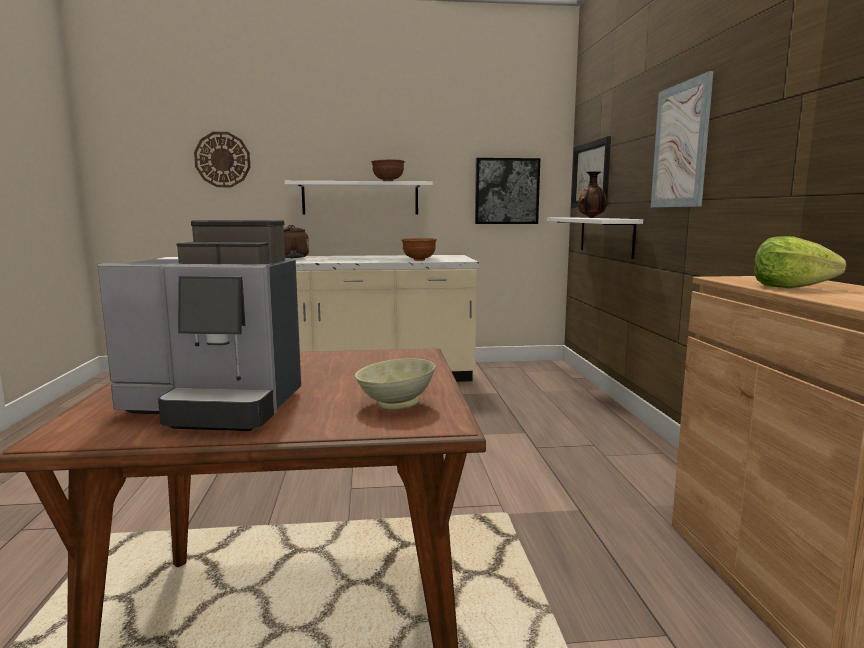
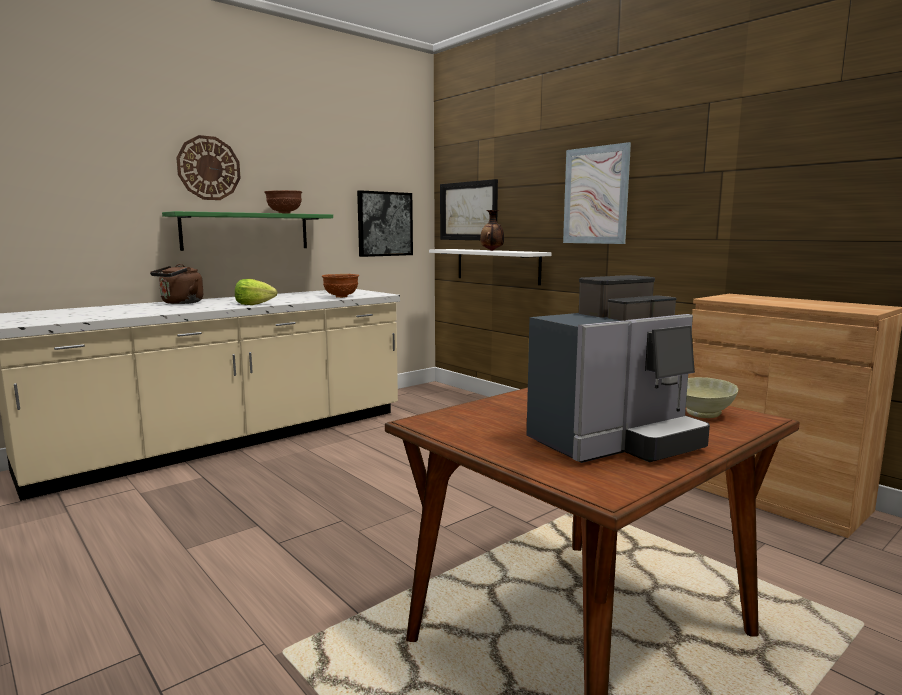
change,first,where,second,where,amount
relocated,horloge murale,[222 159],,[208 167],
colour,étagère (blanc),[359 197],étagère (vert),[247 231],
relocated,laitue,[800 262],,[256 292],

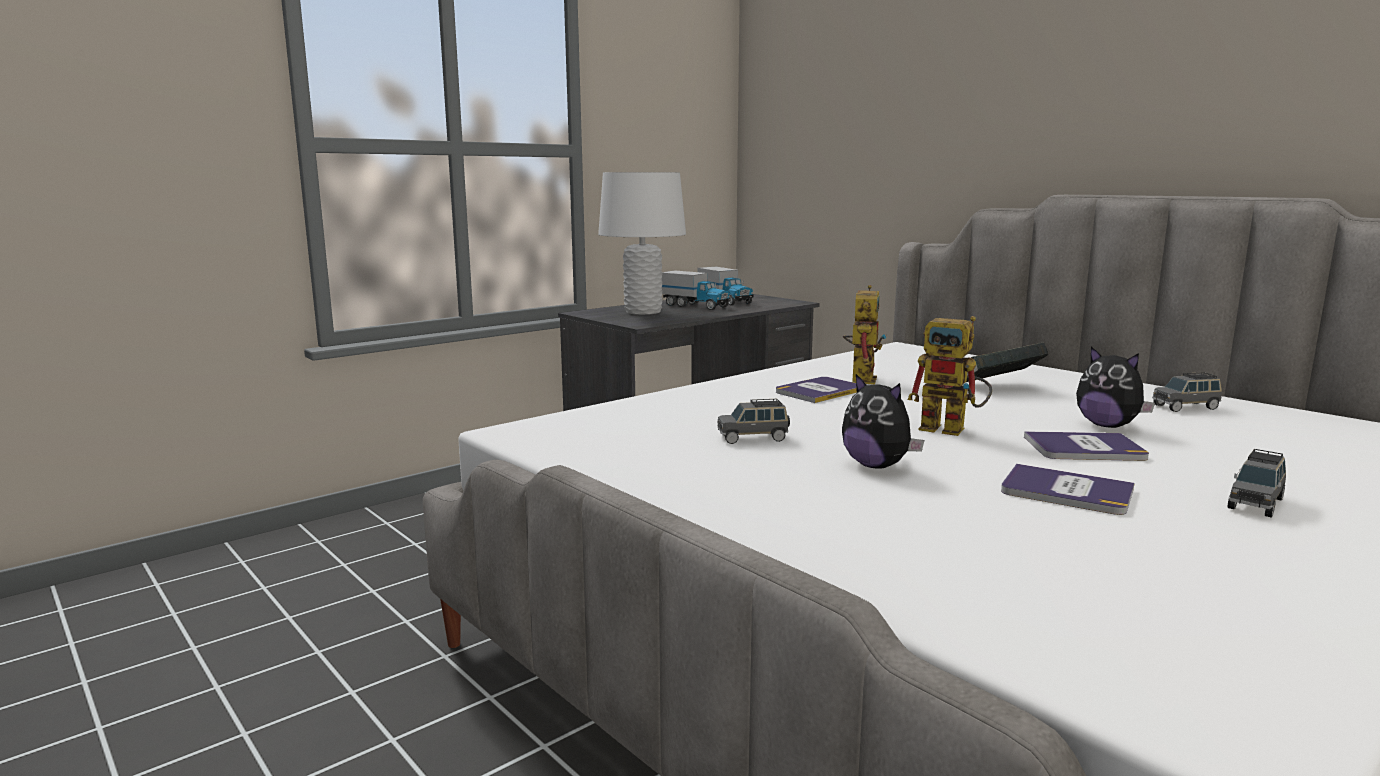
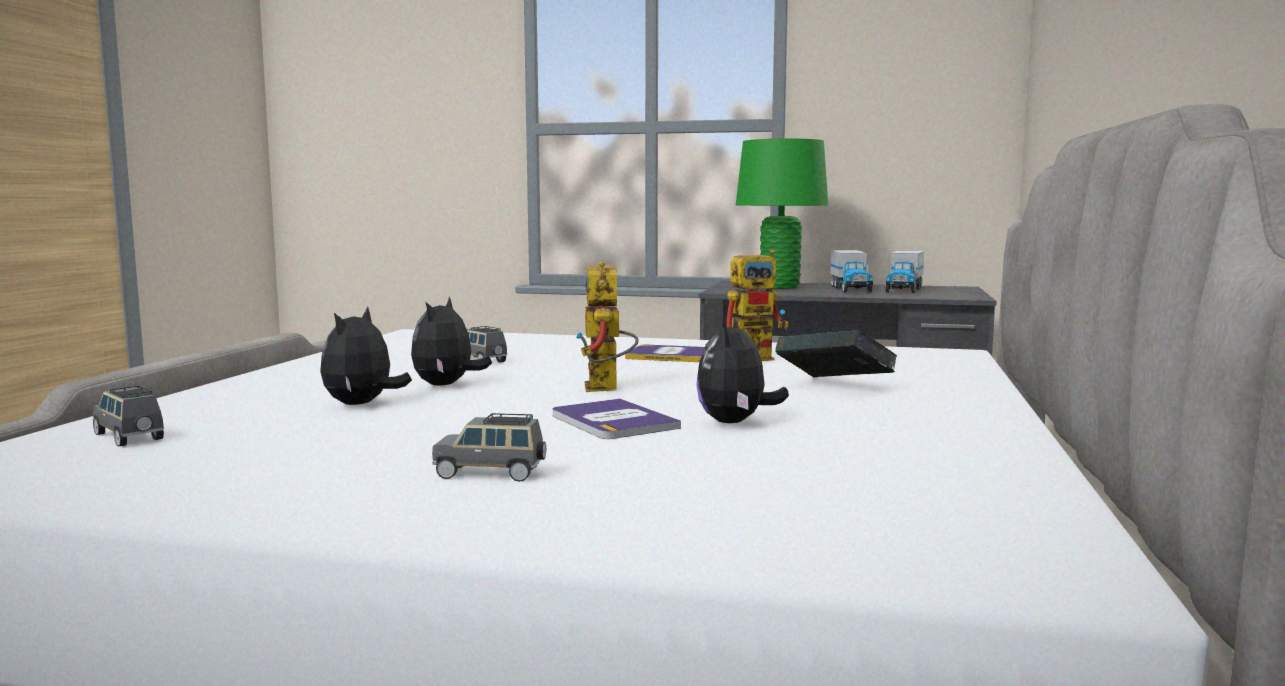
change,first,where,second,where,amount
colour,lampe de table (blanc),[642 243],lampe de table (vert),[782 214],
missing,livre,[1067 489],,,
relocated,petite voiture (gris),[1187 392],,[128 416],
appeared,,,peluche,[366 355],

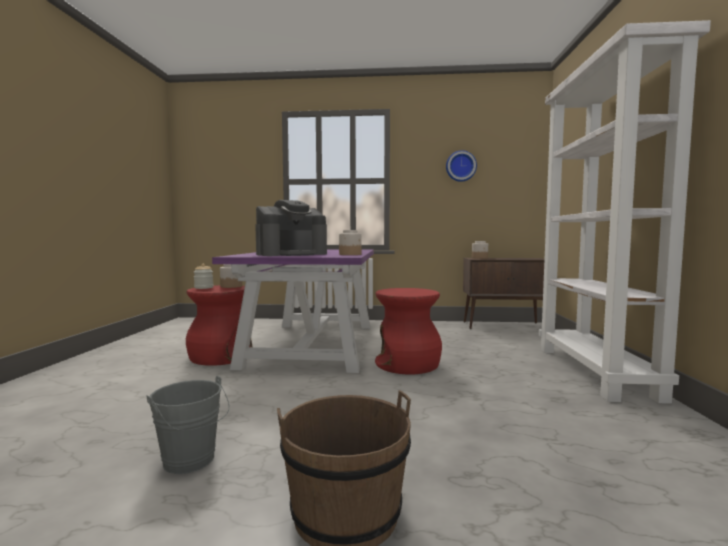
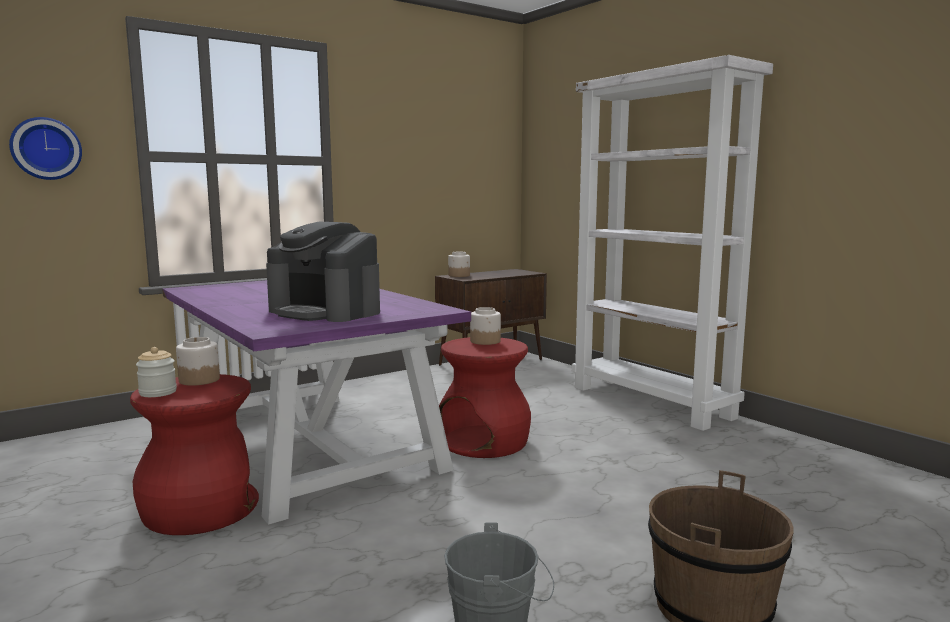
change,first,where,second,where,amount
spun,machine à café,[291 228],,[323 271],105 degrees clockwise
relocated,bocal,[350 242],,[485 326],
relocated,horloge murale,[461 166],,[45 148],

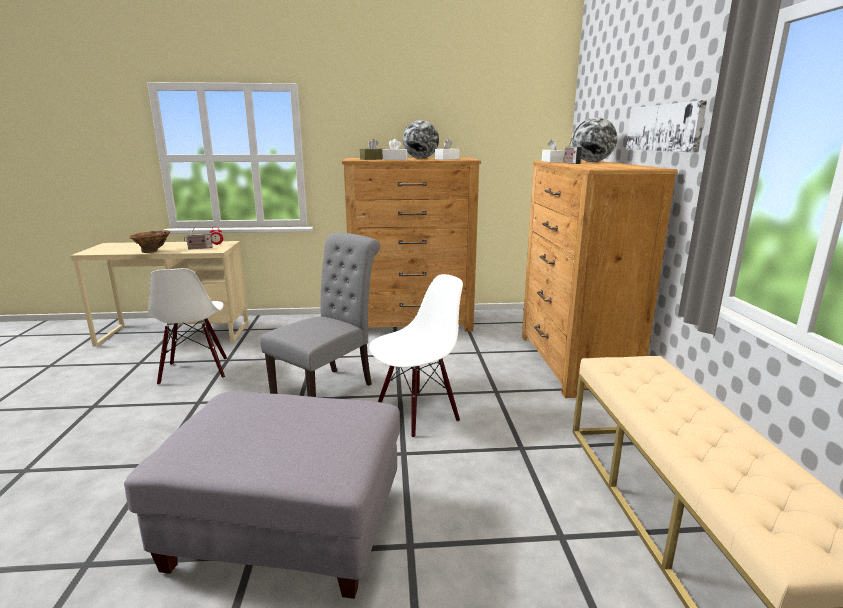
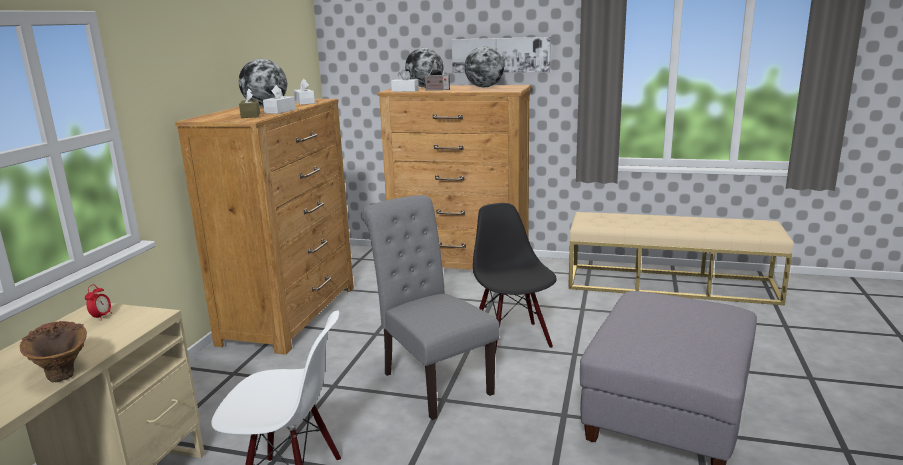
change,first,where,second,where,amount
missing,radio,[198 239],,,
colour,chaise (blanc),[416 356],chaise (noir),[515 279],
appeared,,,globe,[484 66],

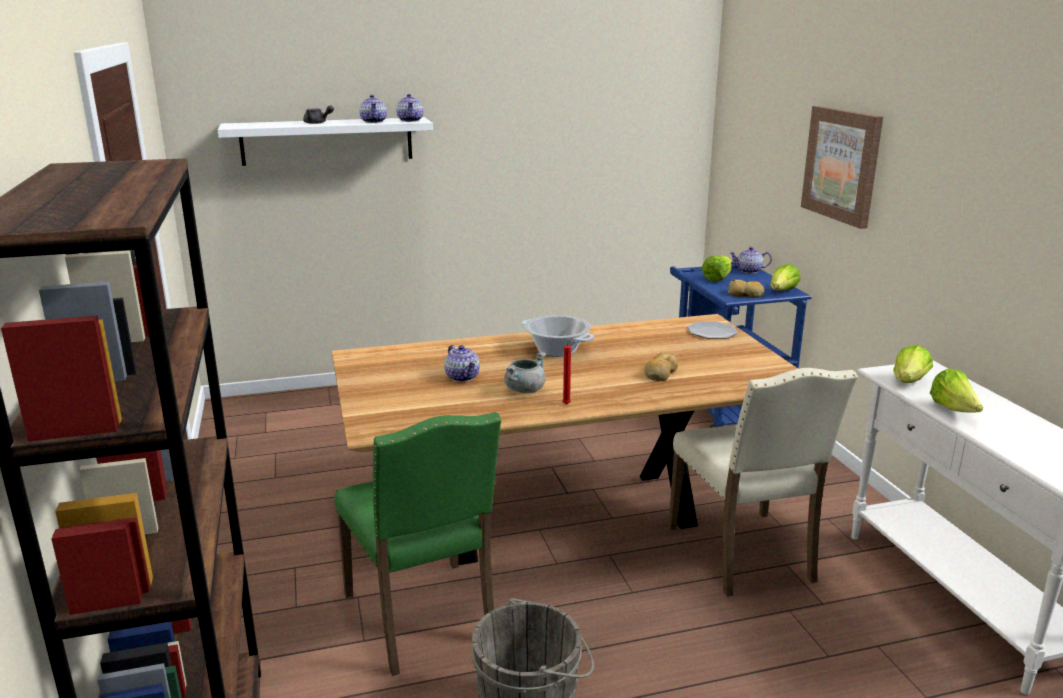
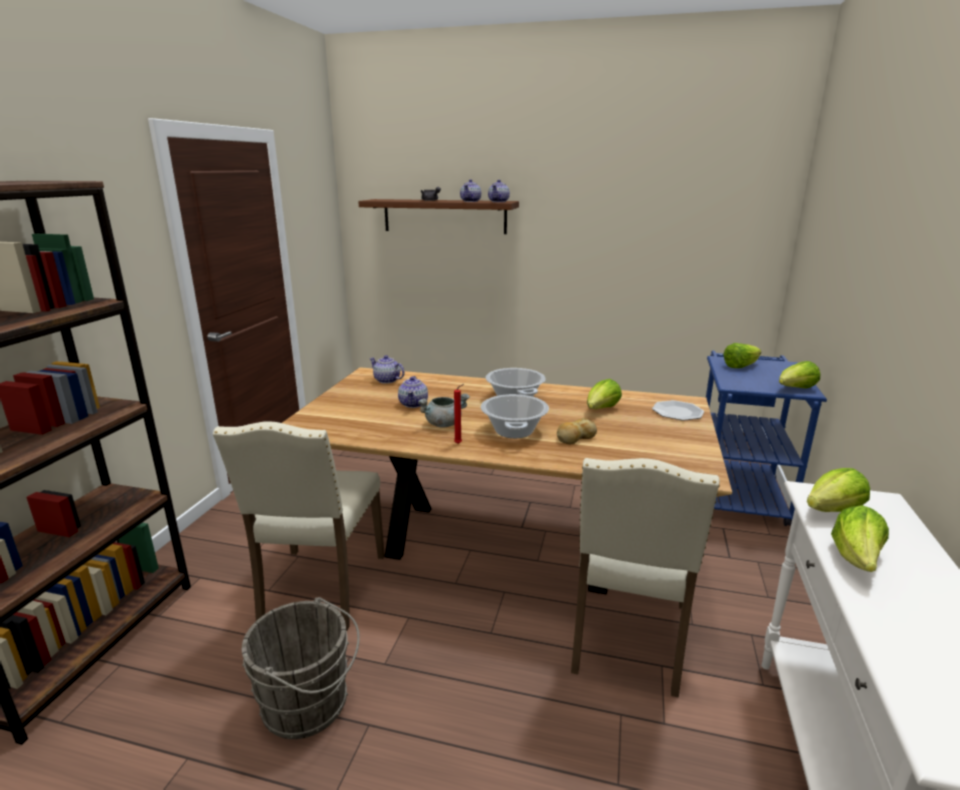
change,first,where,second,where,amount
colour,étagère (blanc),[325 141],étagère (marron),[438 216],
colour,chaise (vert),[417 544],chaise (beige),[299 526],
missing,pain,[746 288],,,
relocated,théière,[750 260],,[387 369],
missing,tableau,[842 167],,,
appeared,,,marmite,[515 416],
appeared,,,laitue,[604 394],

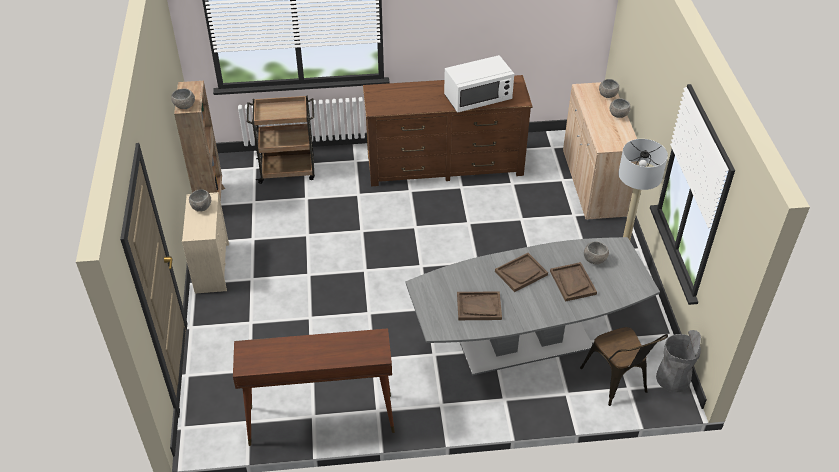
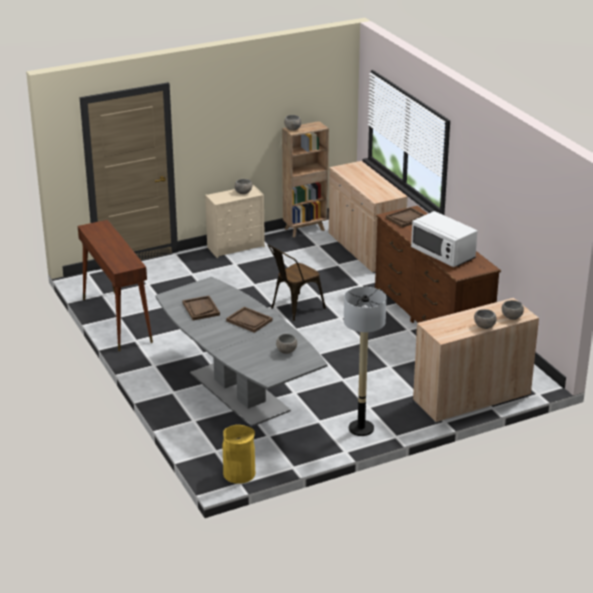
change,first,where,second,where,amount
exchanged,chariot (marron),[281 140],meuble de rangement (beige),[368 217],
relocated,plateau (marron),[573 282],,[405 217],
relocated,chaise (marron),[624 366],,[296 283],
colour,poubelle (gris),[678 361],poubelle (jaune),[239 454],

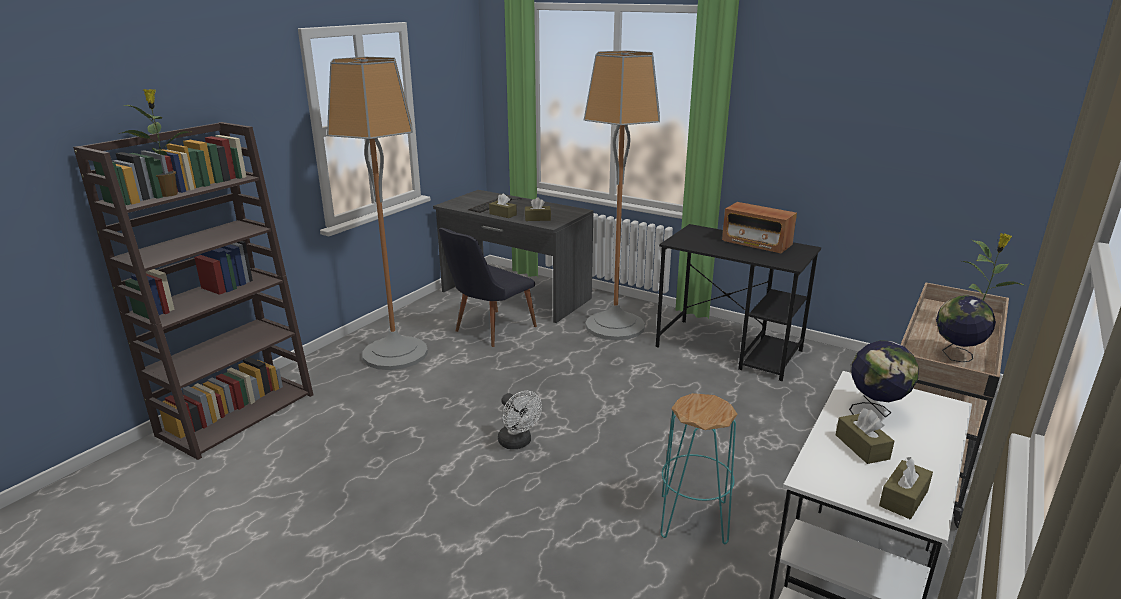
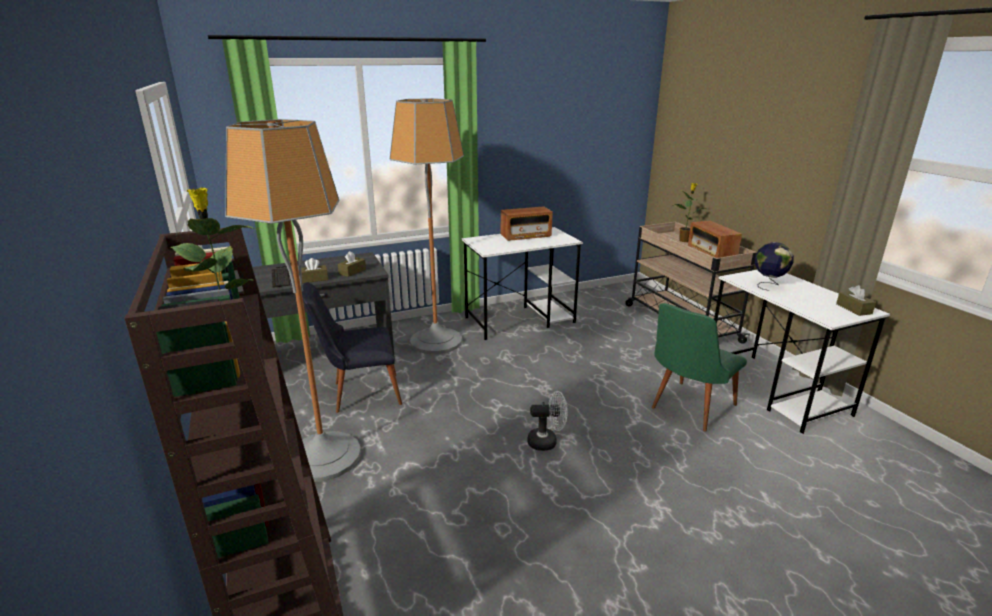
change,first,where,second,where,amount
spun,chaise (noir),[488 287],,[352 347],90 degrees clockwise
colour,bureau (noir),[738 302],bureau (blanc),[522 283],
exchanged,tabouret (turquoise),[699 468],chaise (vert),[699 367],
missing,boîte à mouchoirs (marron),[865 436],,,
exchanged,globe,[966 328],radio,[715 239],

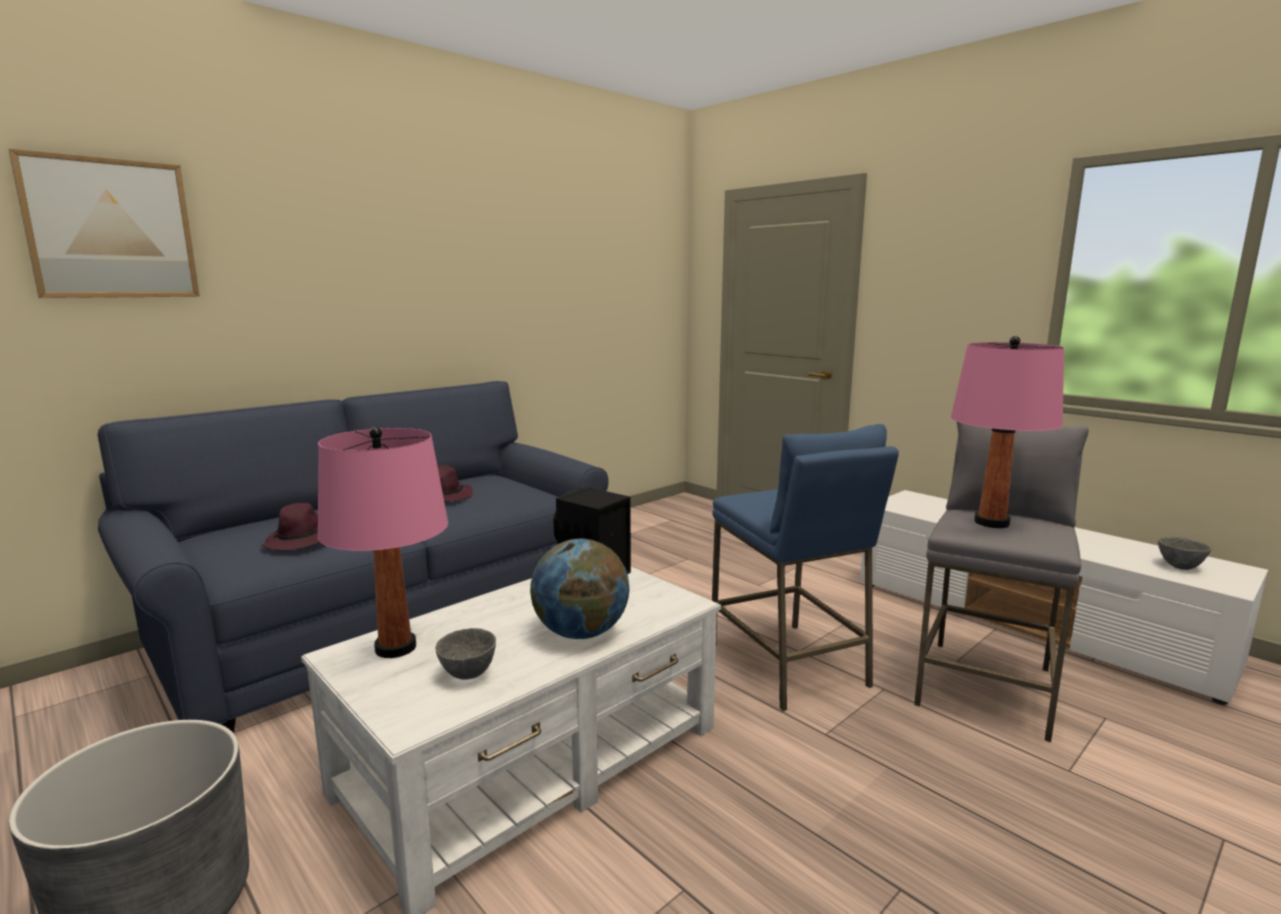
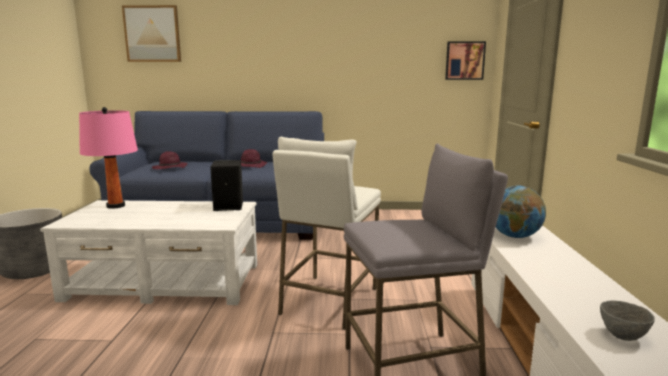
change,first,where,second,where,amount
missing,bol (gris),[465 653],,,
relocated,globe,[579 589],,[521 212],
colour,tabouret (bleu),[805 567],tabouret (blanc),[327 233],
missing,lampe de table (rose),[1007 432],,,
appeared,,,tableau,[465 60],

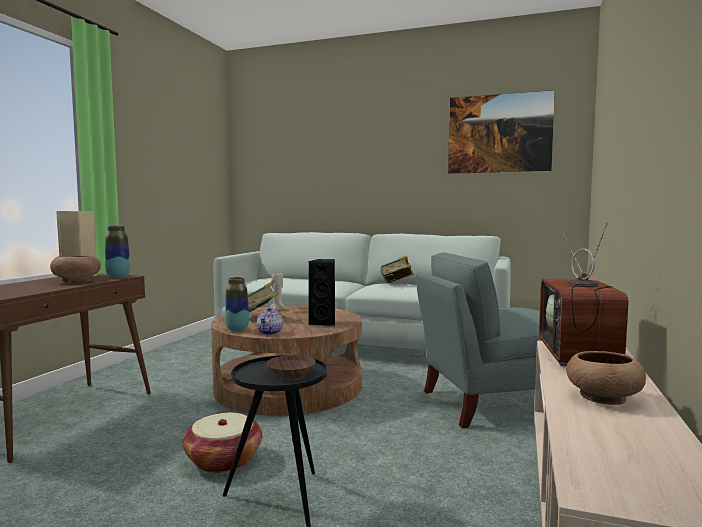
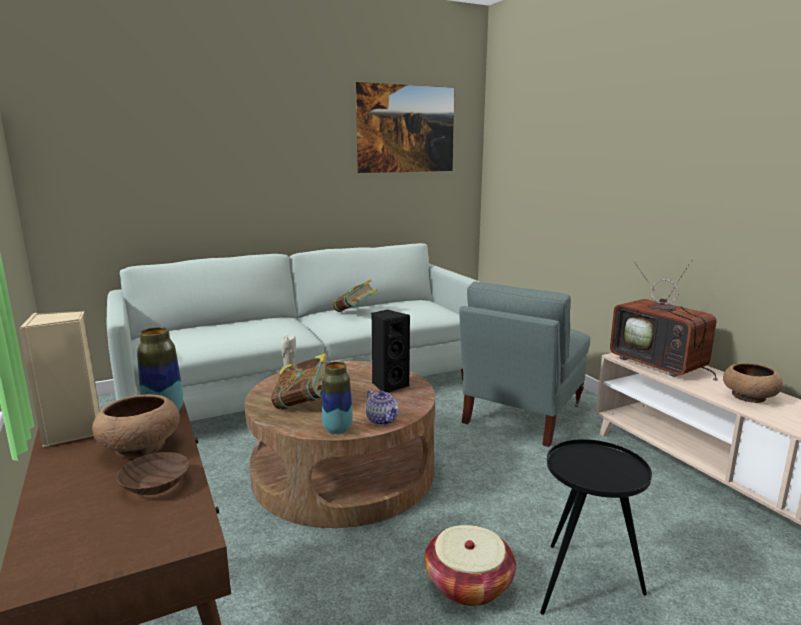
change,first,where,second,where,amount
relocated,bol (marron),[291 367],,[153 473],

